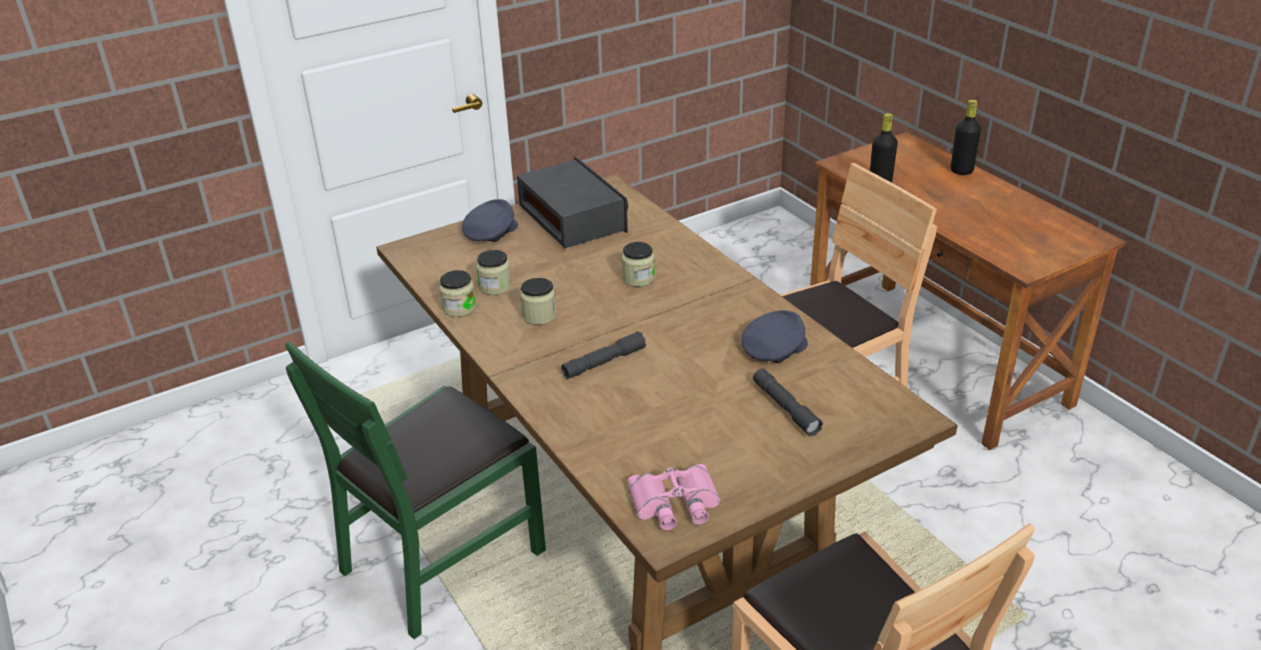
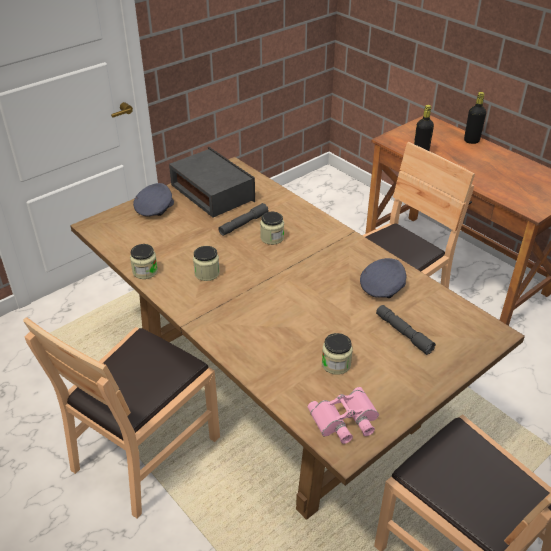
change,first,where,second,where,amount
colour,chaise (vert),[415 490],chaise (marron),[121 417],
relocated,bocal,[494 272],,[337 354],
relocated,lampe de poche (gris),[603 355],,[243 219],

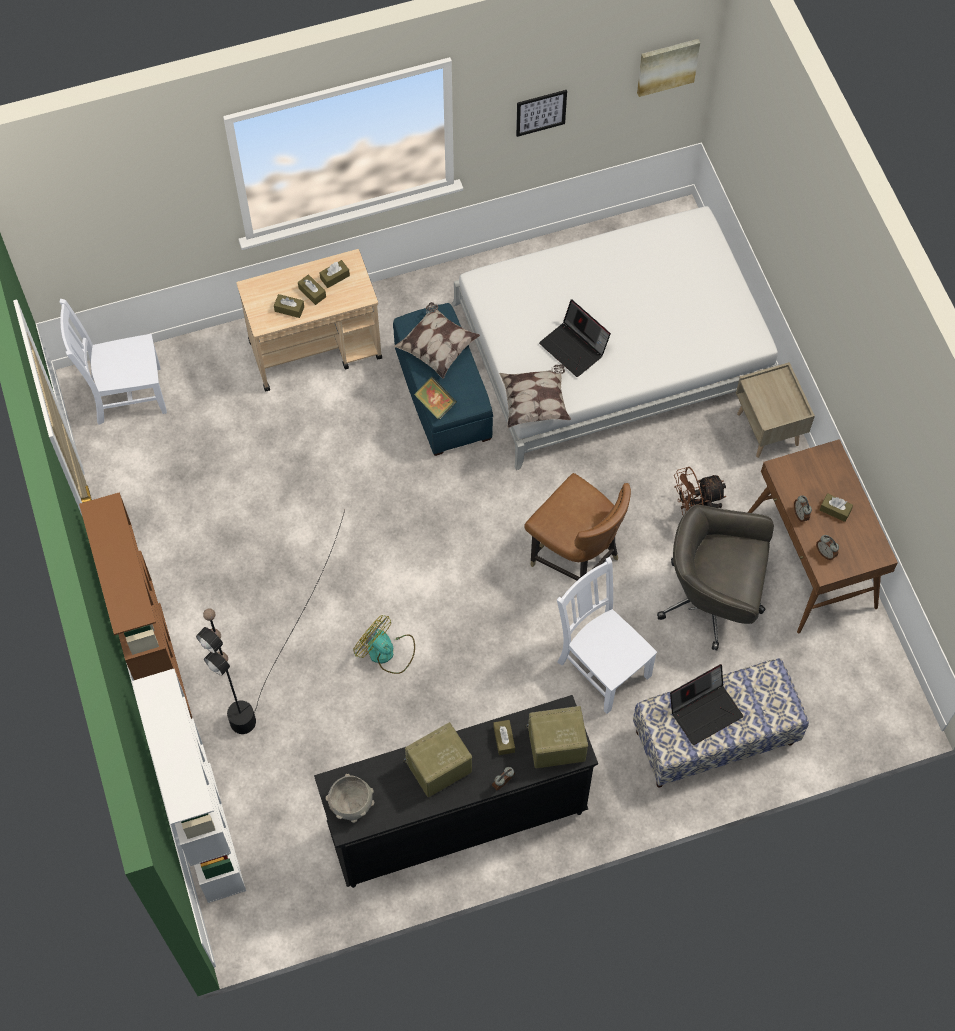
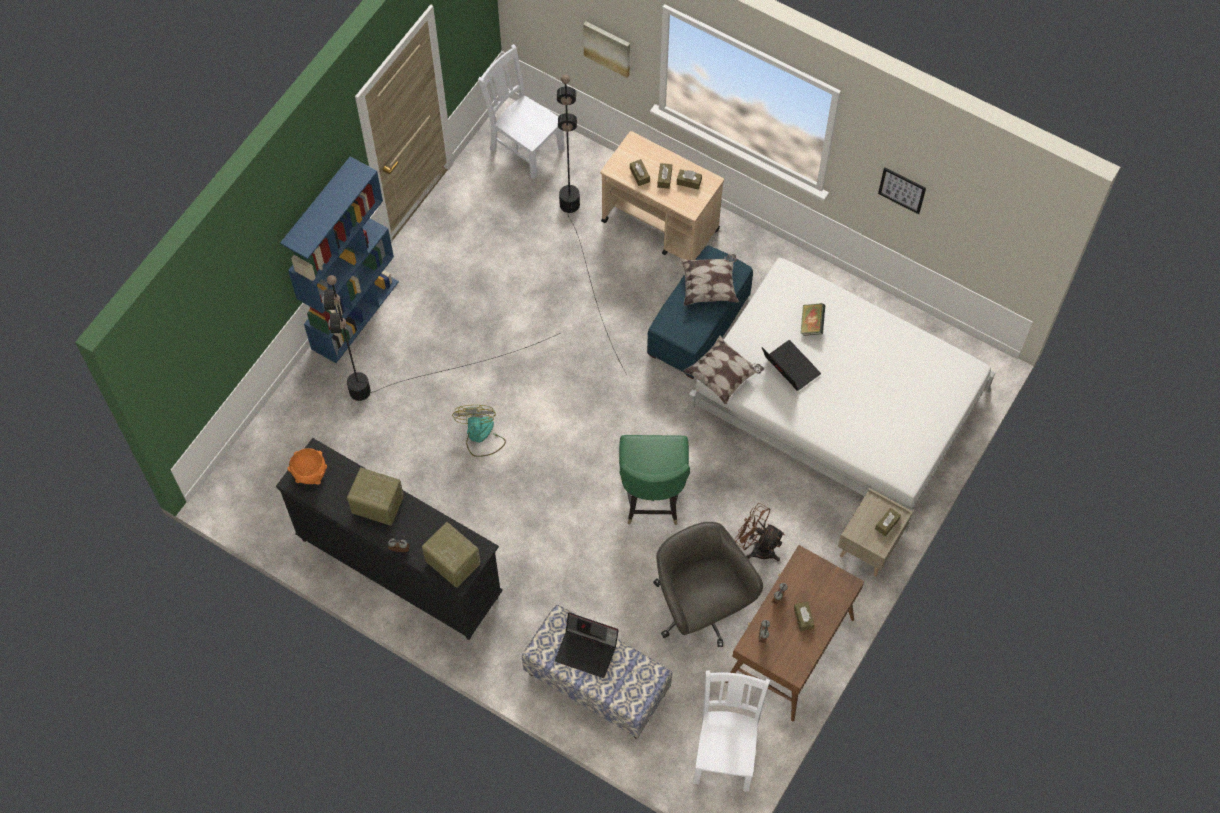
change,first,where,second,where,amount
colour,bibliothèque (marron),[135 605],bibliothèque (bleu),[339 259],
missing,bibliothèque (blanc),[189 786],,,
colour,bol (gris),[350 798],bol (orange),[307 466],
relocated,livre,[435 398],,[812 319],
relocated,boîte à mouchoirs (marron),[504 737],,[888 522],
colour,chaise (marron),[577 527],chaise (vert),[654 480],
spun,ordinateur portable,[575 338],,[791 365],135 degrees clockwise
relocated,chaise (blanc),[607 635],,[731 731],
relocated,tableau,[668 68],,[606 50],
appeared,,,lampadaire (noir),[592 224],

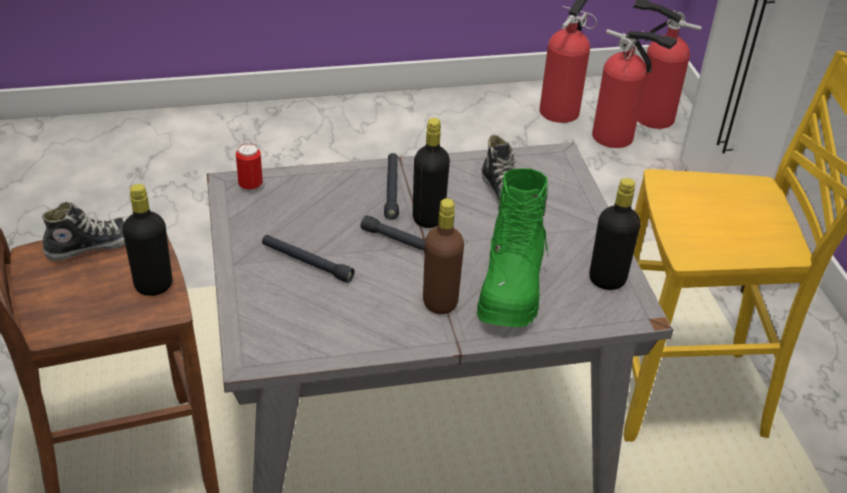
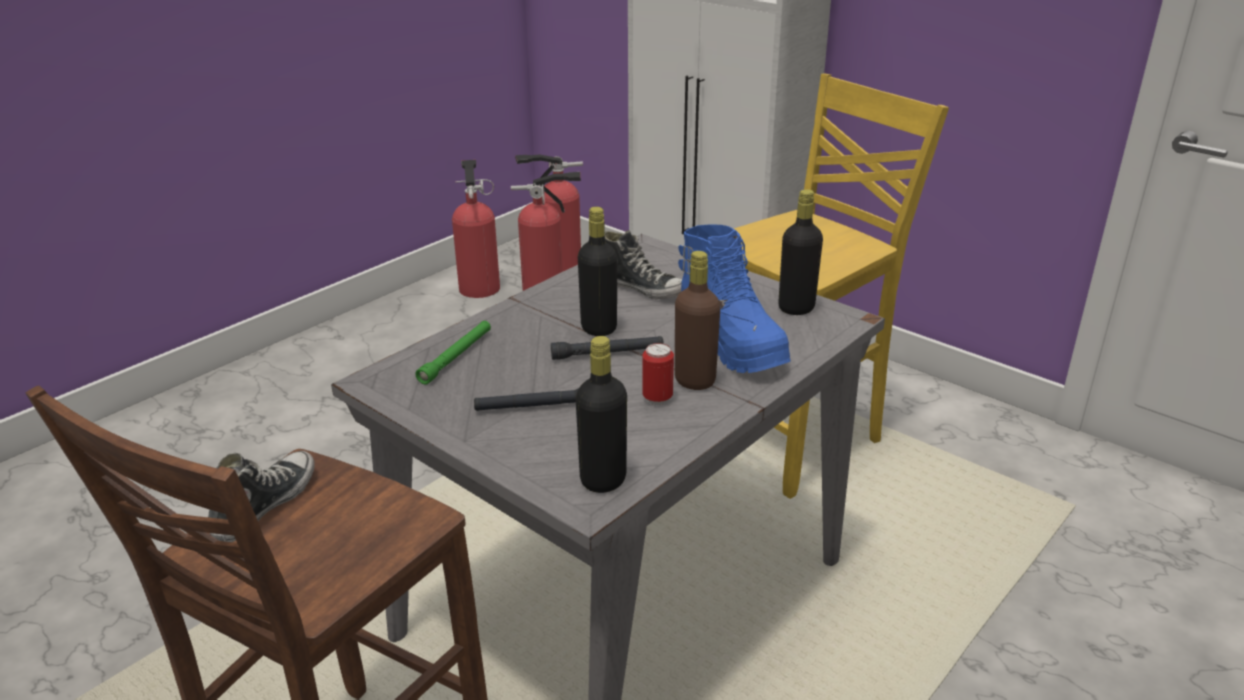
change,first,where,second,where,amount
relocated,bouteille (noir),[147 240],,[601 414],
relocated,boîte métallique,[249 167],,[658 374],
missing,lampe de poche (noir),[391 186],,,
colour,botte (vert),[513 247],botte (bleu),[734 298],
appeared,,,lampe de poche (vert),[453 353],

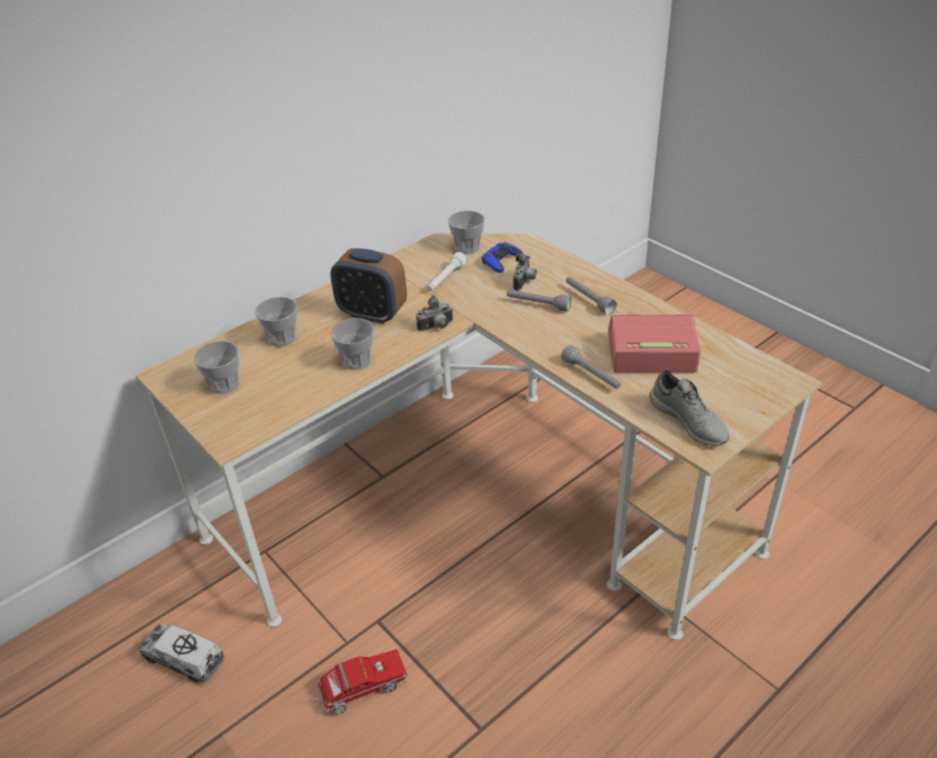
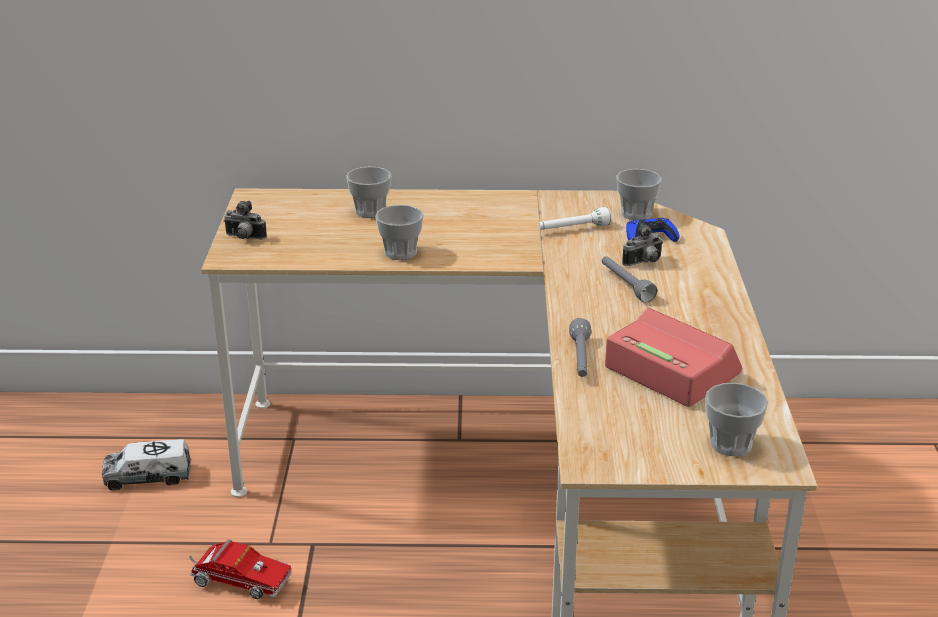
change,first,where,second,where,amount
spun,camion jouet,[182 654],,[146 464],75 degrees counterclockwise
relocated,tasse,[217 367],,[736 419],
missing,réveil,[368 286],,,
relocated,appareil photo,[434 313],,[245 220],
missing,lampe de poche (gris),[591 296],,,
missing,chaussure (gris),[689 407],,,

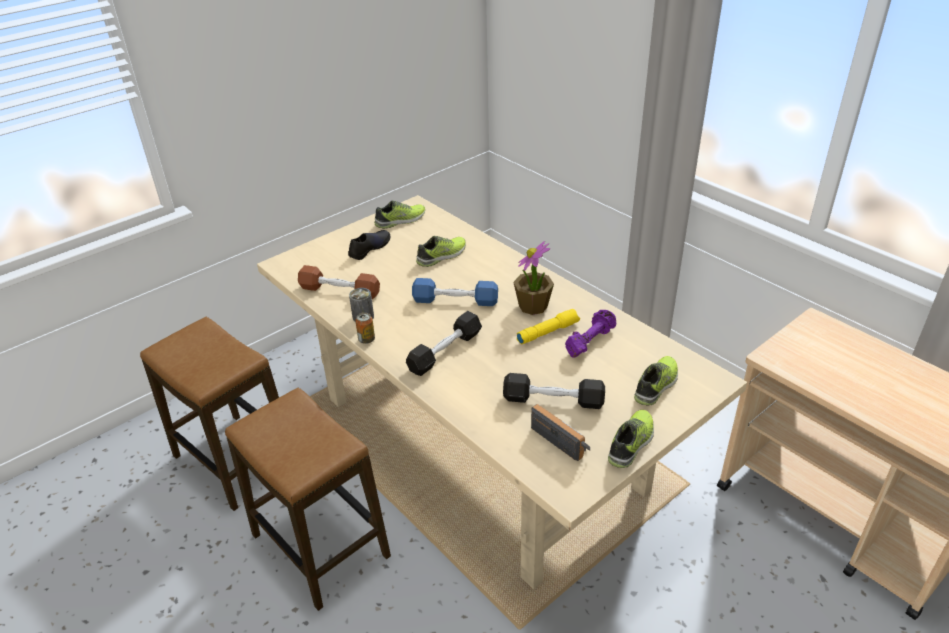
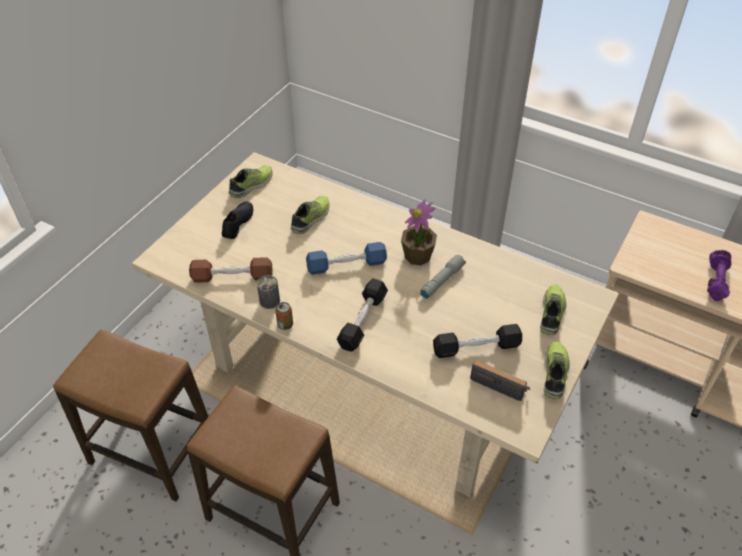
change,first,where,second,where,amount
colour,lampe de poche (jaune),[548 326],lampe de poche (gris),[443 277],
relocated,haltère (violet),[590 334],,[719 275],

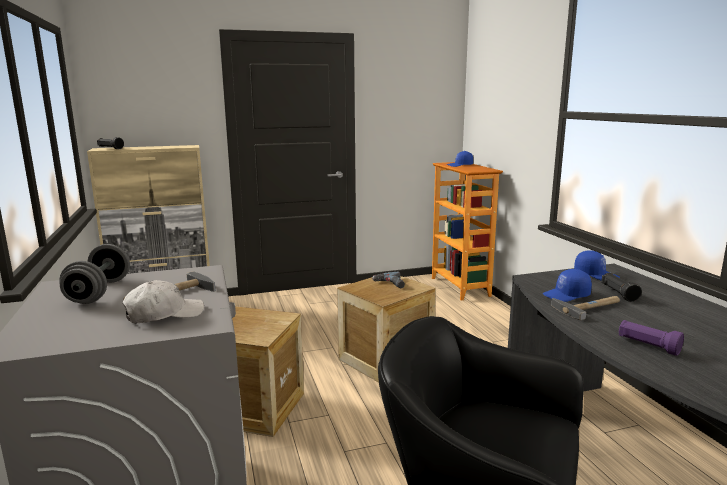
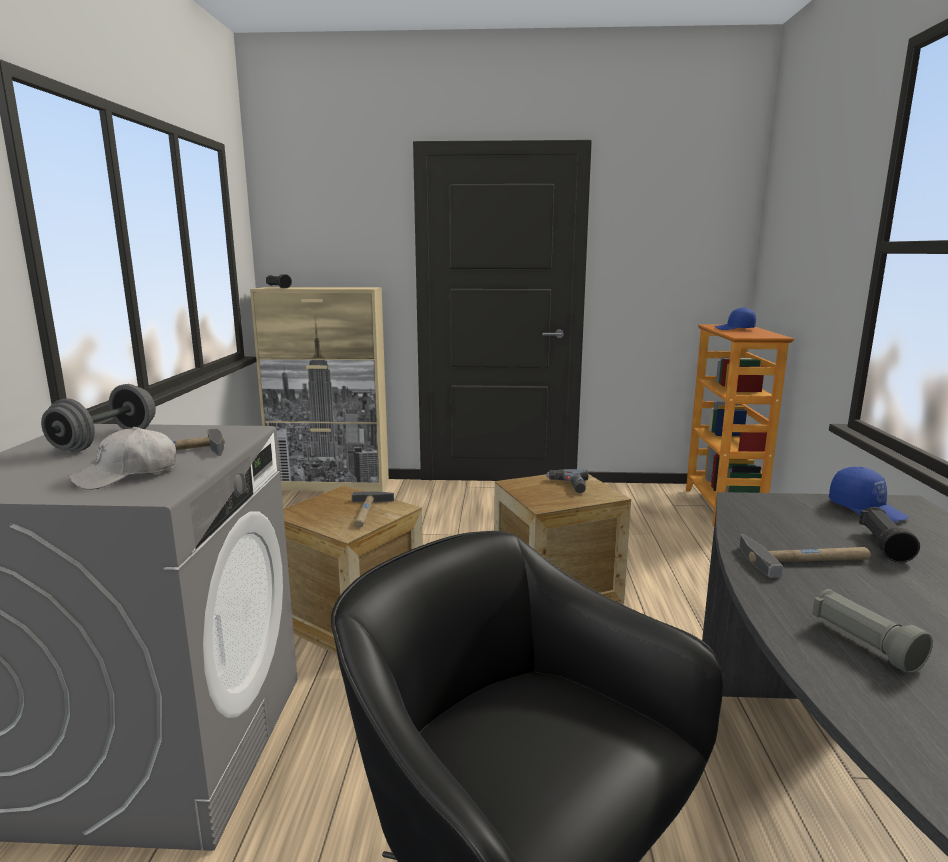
change,first,where,second,where,amount
spun,casquette (blanc),[163 301],,[122 458],150 degrees clockwise
missing,casquette (bleu),[567 285],,,
colour,lampe de poche (violet),[651 338],lampe de poche (gris),[872 631],
appeared,,,marteau,[372 509],

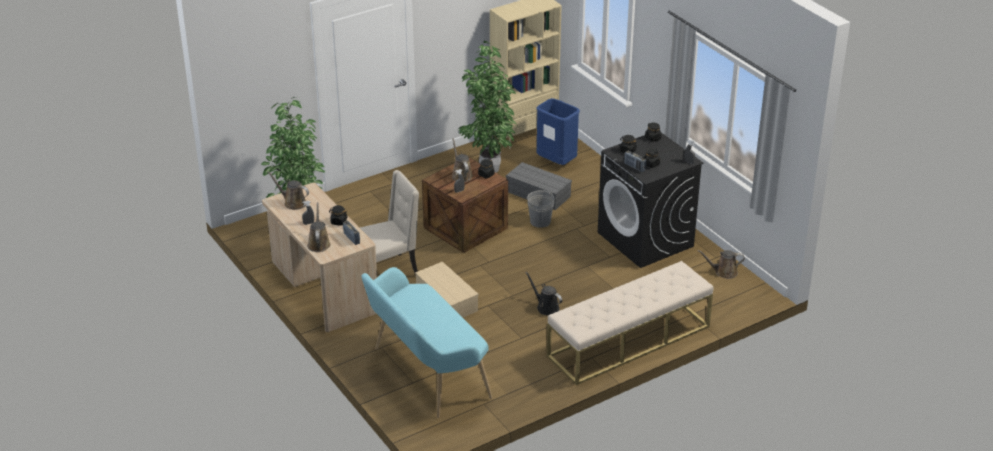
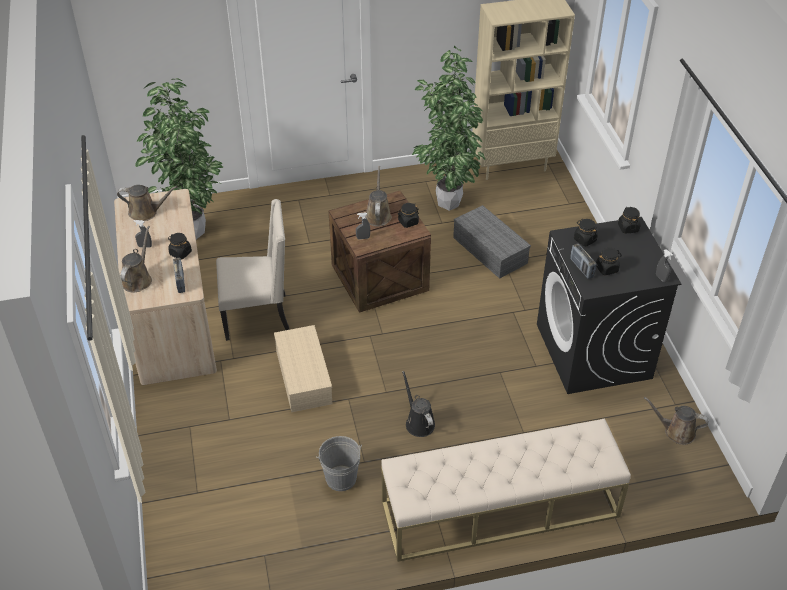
change,first,where,second,where,amount
spun,arrosoir (marron),[288 190],,[147 203],135 degrees clockwise
missing,banc (turquoise),[427 342],,,
relocated,seau (gris),[541 209],,[339 463],
missing,poubelle (bleu),[558 131],,,

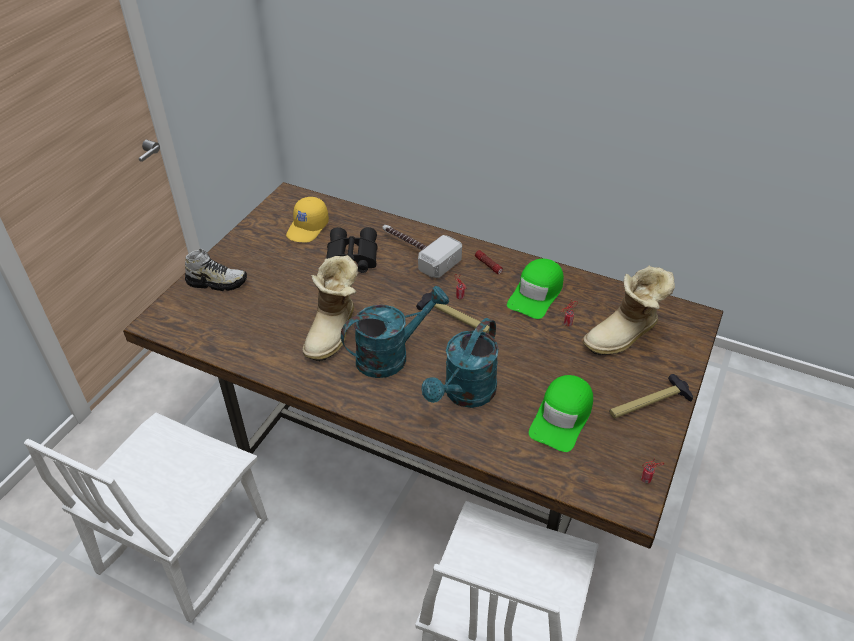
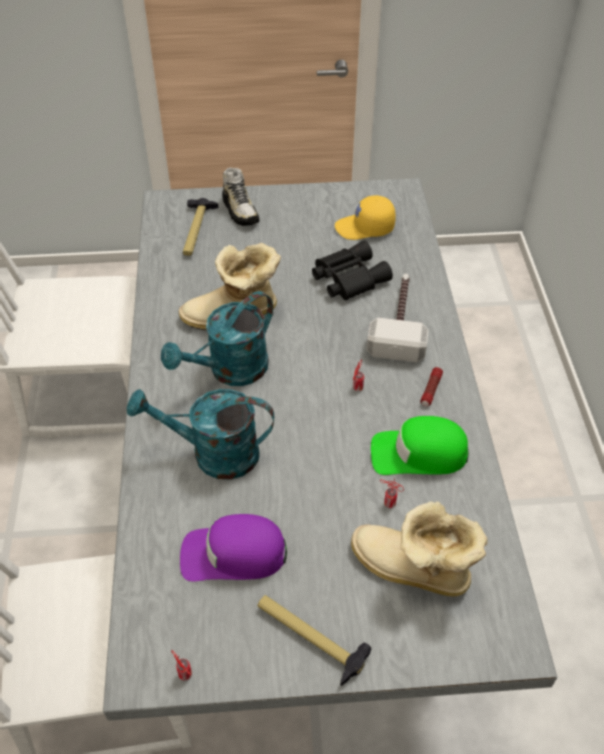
change,first,where,second,where,amount
colour,table à manger (marron),[423 365],table à manger (gris),[330 449],
spun,arrosoir (turquoise),[395 332],,[217 338],105 degrees clockwise
relocated,marteau,[452 312],,[200 227],
colour,casquette (vert),[561 413],casquette (violet),[233 547],

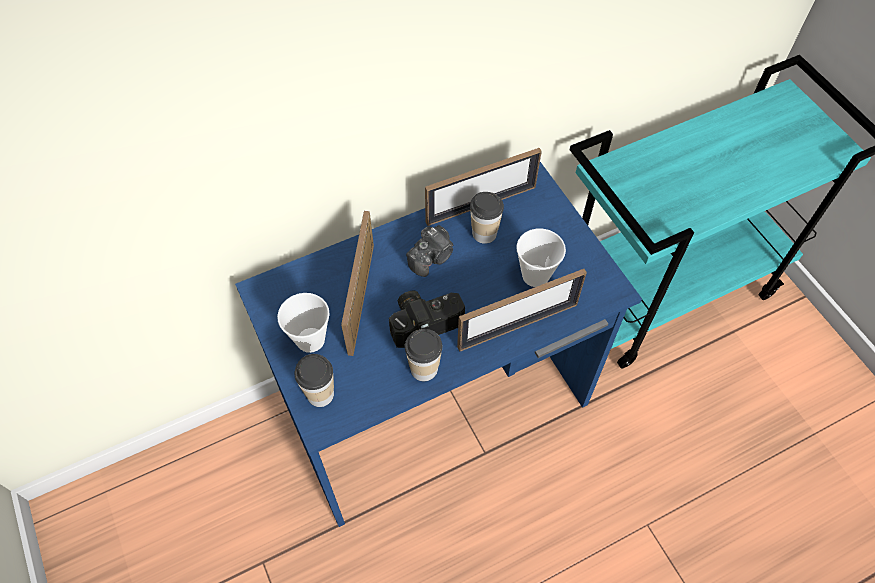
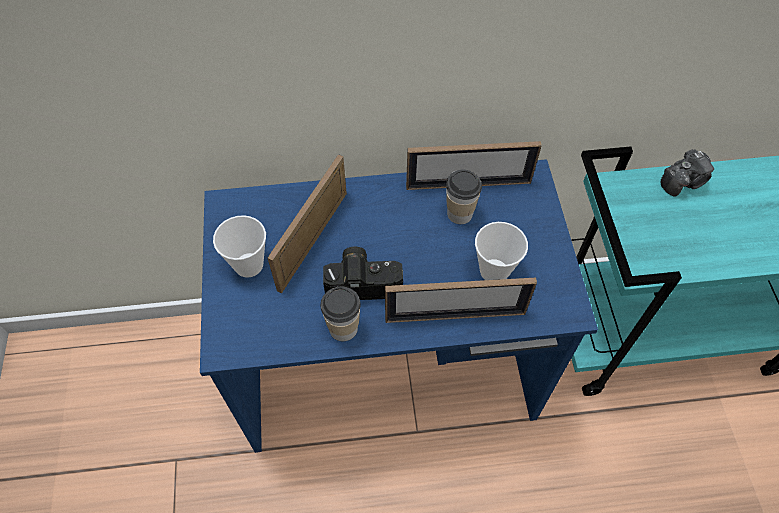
change,first,where,second,where,amount
missing,tasse,[314 380],,,
relocated,appareil photo,[429 251],,[687 173],

